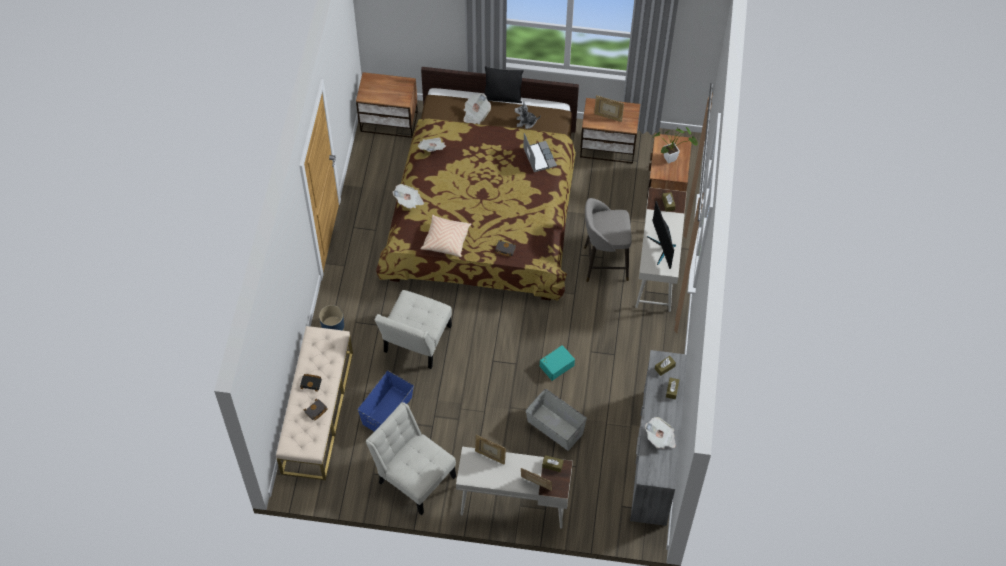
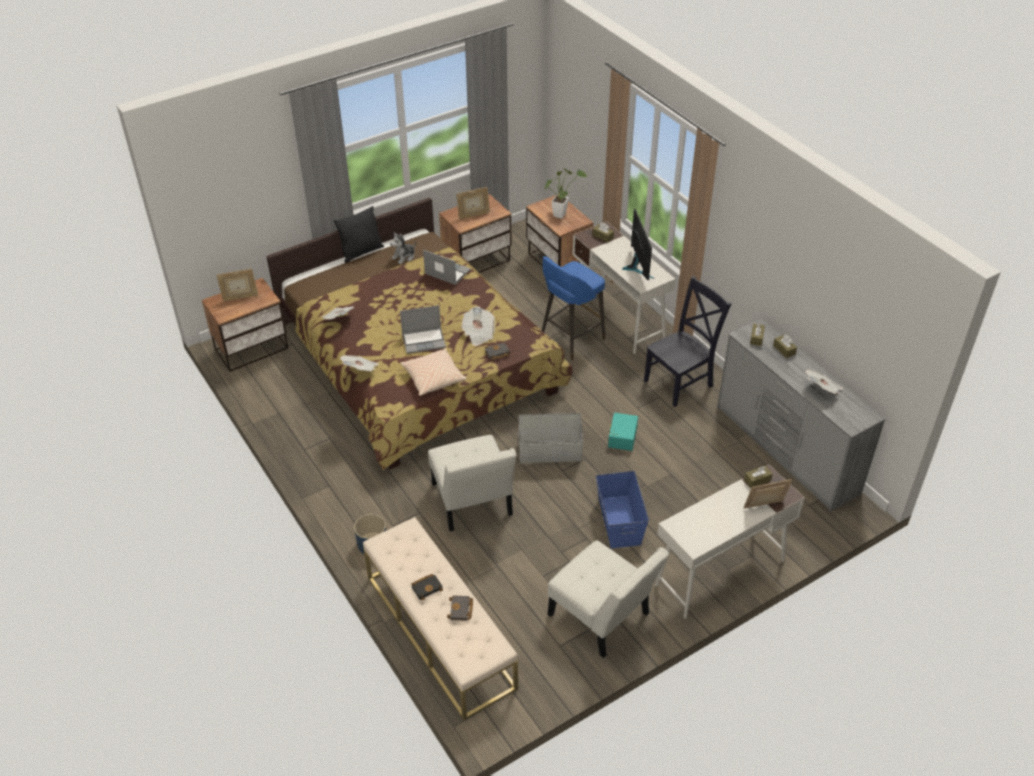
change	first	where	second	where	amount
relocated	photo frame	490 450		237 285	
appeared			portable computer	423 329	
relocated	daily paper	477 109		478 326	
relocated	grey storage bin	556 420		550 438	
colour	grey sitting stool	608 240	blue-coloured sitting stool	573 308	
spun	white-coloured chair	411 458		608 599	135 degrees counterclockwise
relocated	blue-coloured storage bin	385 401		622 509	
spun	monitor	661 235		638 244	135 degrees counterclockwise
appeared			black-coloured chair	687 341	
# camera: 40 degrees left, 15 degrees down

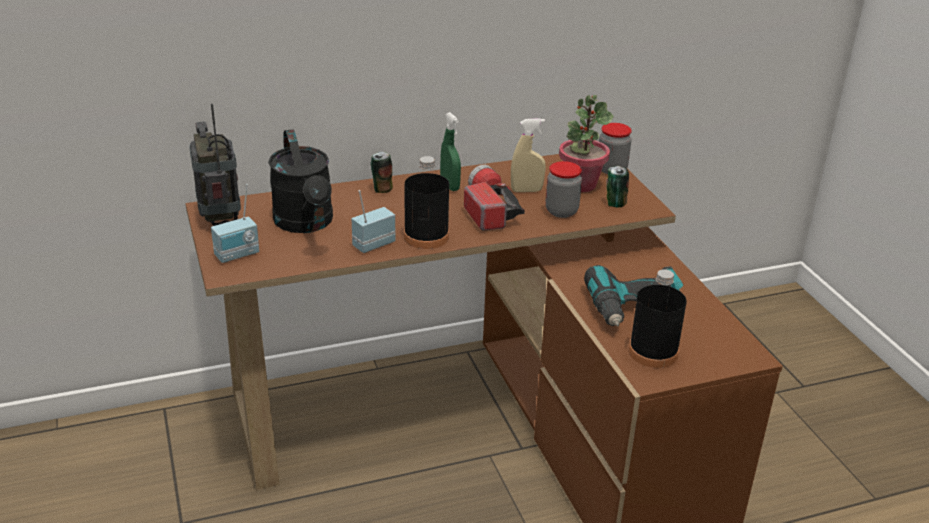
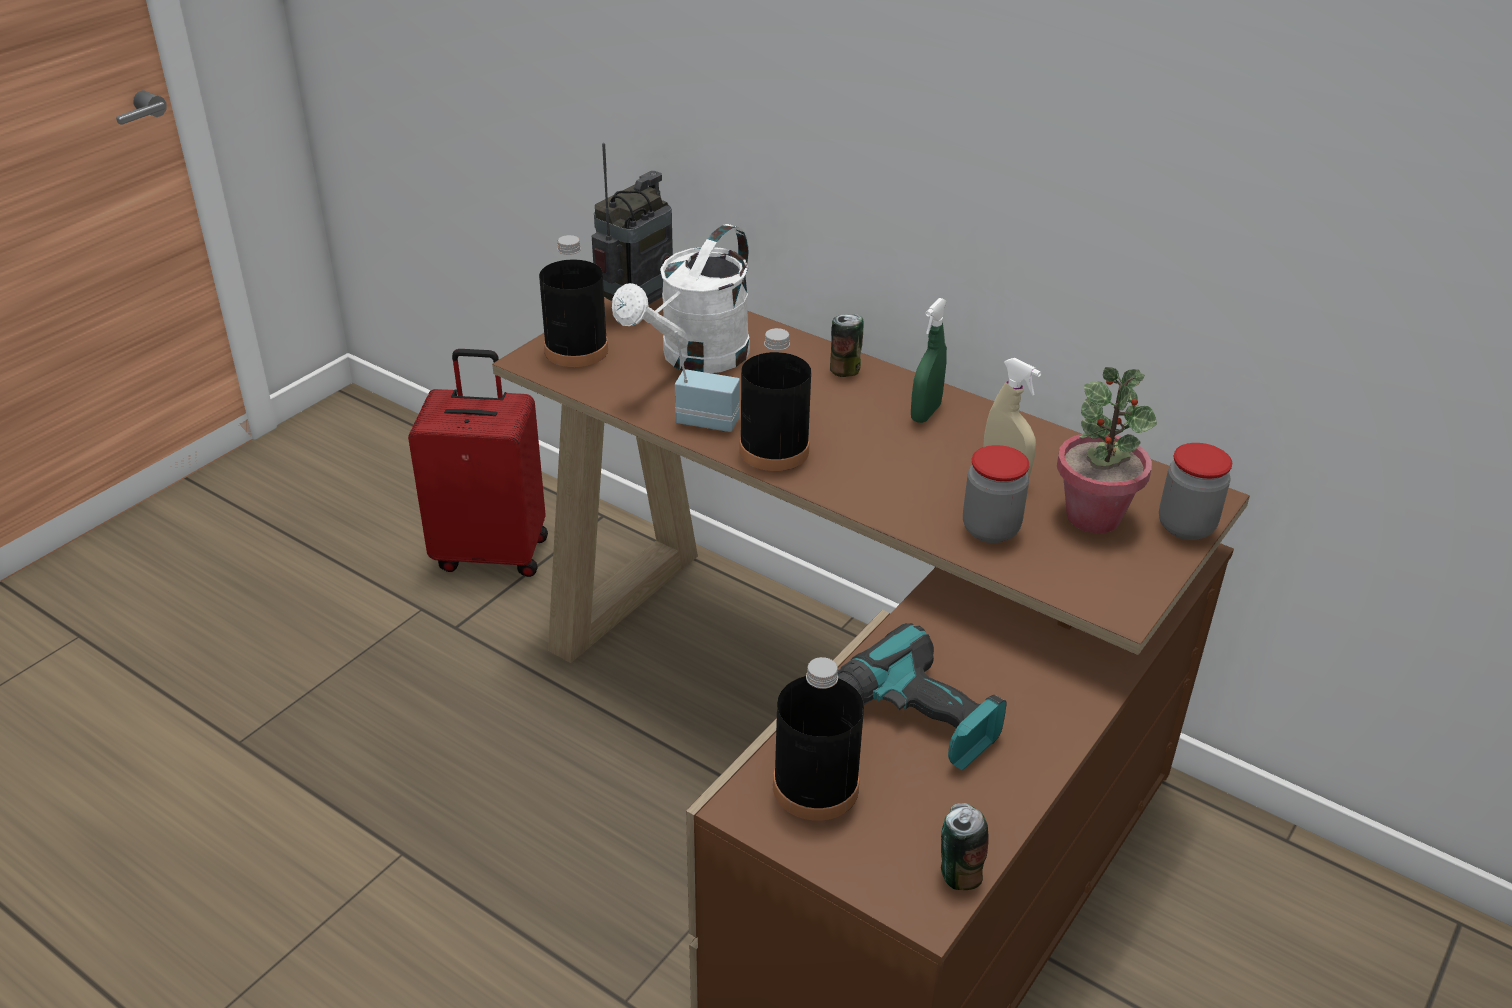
change	first	where	second	where	amount
appeared			red piece of luggage	478 463	
exchanged	radio	235 223	black-coloured bottle	573 301	
colour	black-coloured watering pot	300 181	white-coloured watering pot	681 298	
relocated	can	617 186		965 846	
missing	torch	494 198			
# camera: 55 degrees right, 5 degrees up

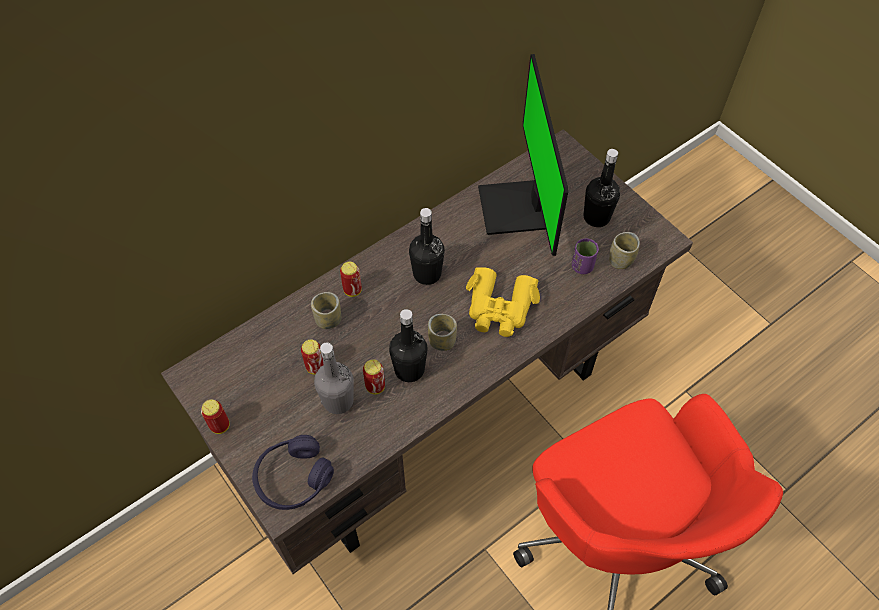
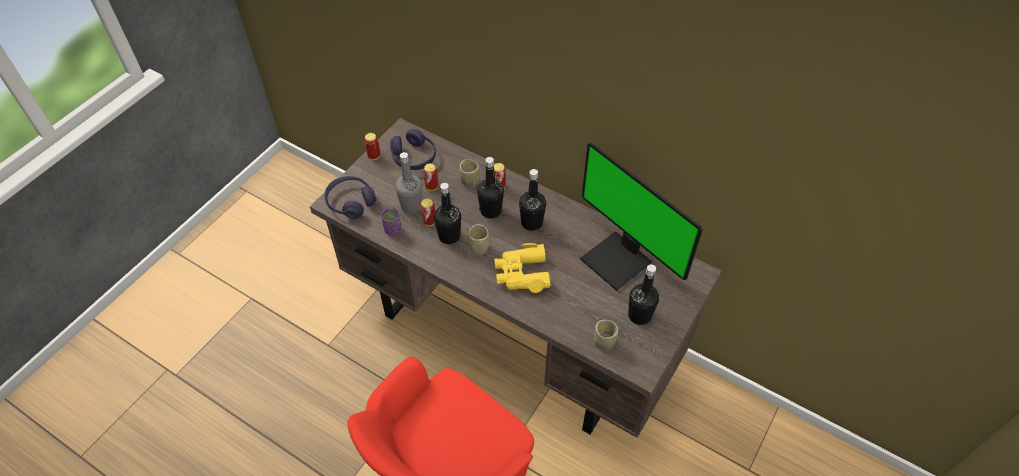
change	first	where	second	where	amount
relocated	purple-coloured drinking cup	585 256		391 222	
appeared			purple-coloured headset	413 149	
appeared			black-coloured bottle	490 187	
spun	monitor	523 155		641 217	105 degrees counterclockwise
# camera: 70 degrees right, 5 degrees down

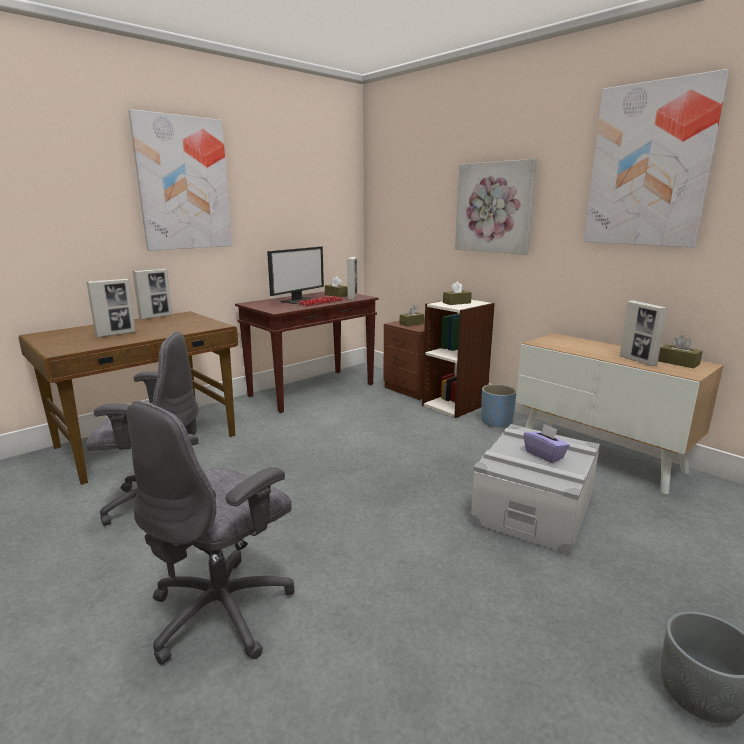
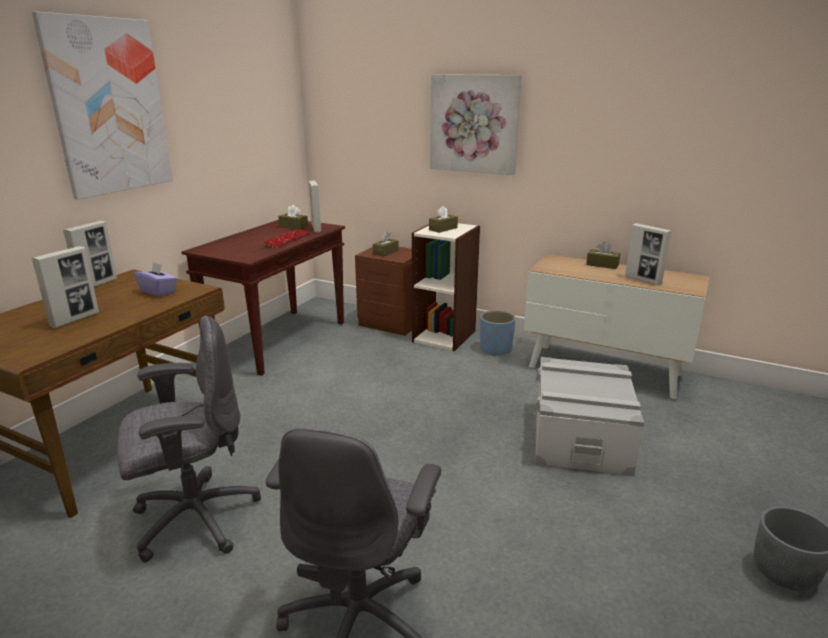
change	first	where	second	where	amount
relocated	purple-coloured tissue holder	547 443		155 279	
relocated	brownish tissue holder	680 351		603 255	
missing	monitor	295 275			
missing	picture	656 158			
# camera: 20 degrees left, 5 degrees up

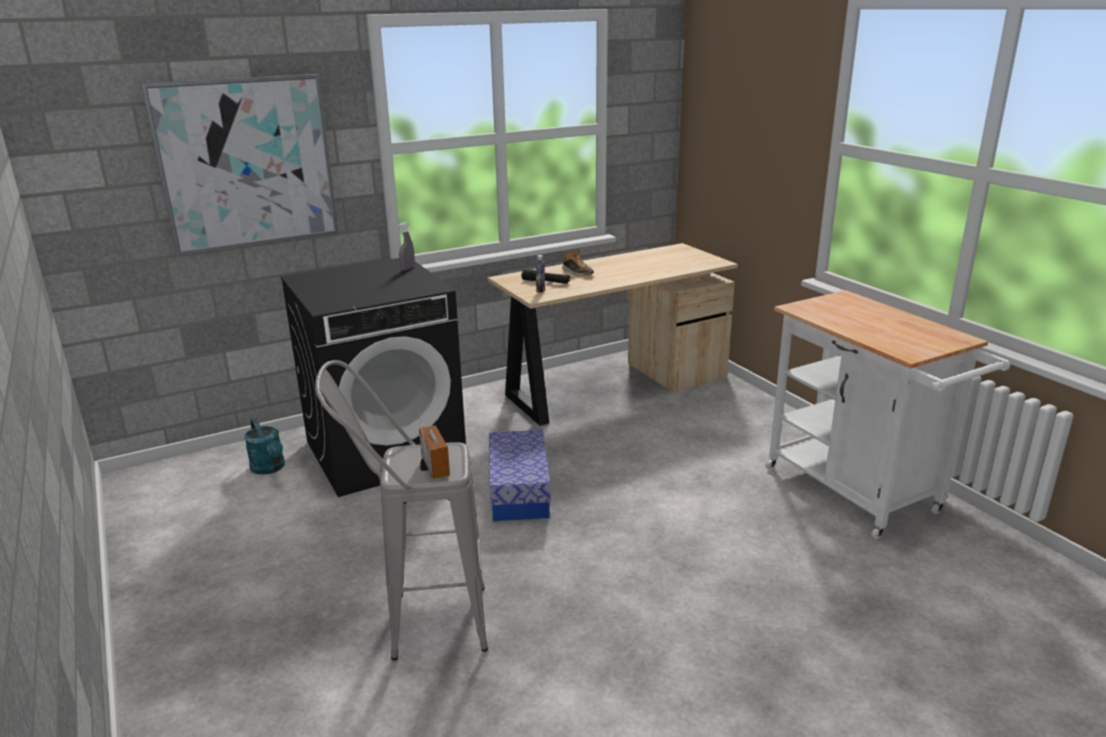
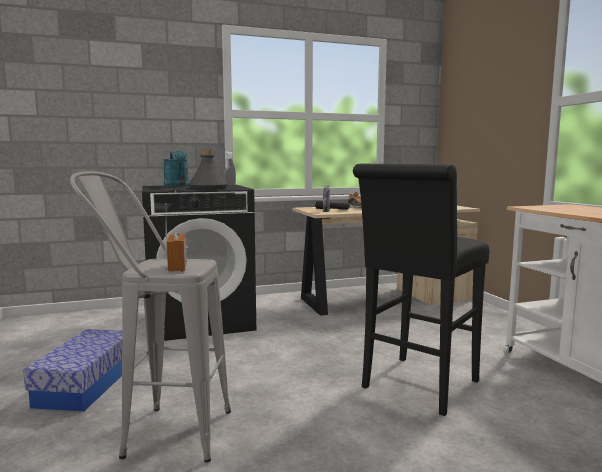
change	first	where	second	where	amount
relocated	storage bin	520 475		72 370	
relocated	turquoise watering pot	264 446		176 168	
appeared			grey bottle	208 170	
appeared			black-coloured sitting stool	421 290	
missing	picture	240 165			
# camera: 10 degrees right, 15 degrees down

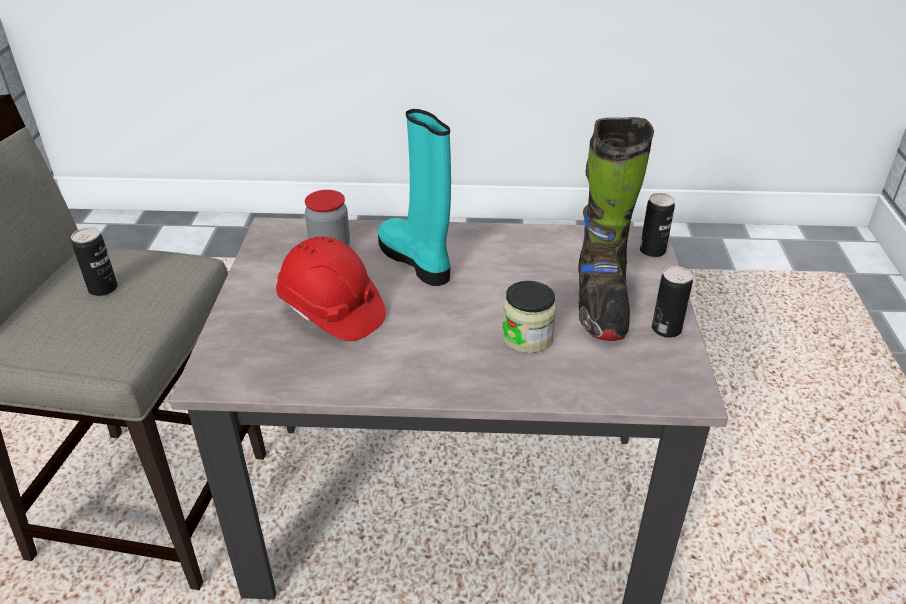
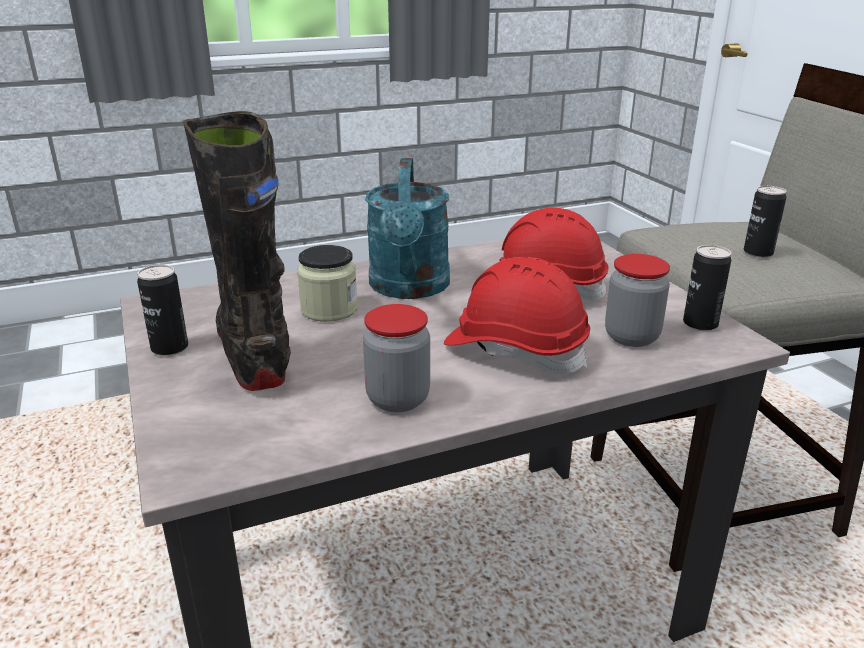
change	first	where	second	where	amount
appeared			jar	396 358	
appeared			turquoise watering pot	407 228	
exchanged	turquoise boot	414 197	red safety helmet	517 315	
relocated	can	657 225		707 288	
# camera: 155 degrees right, 10 degrees down

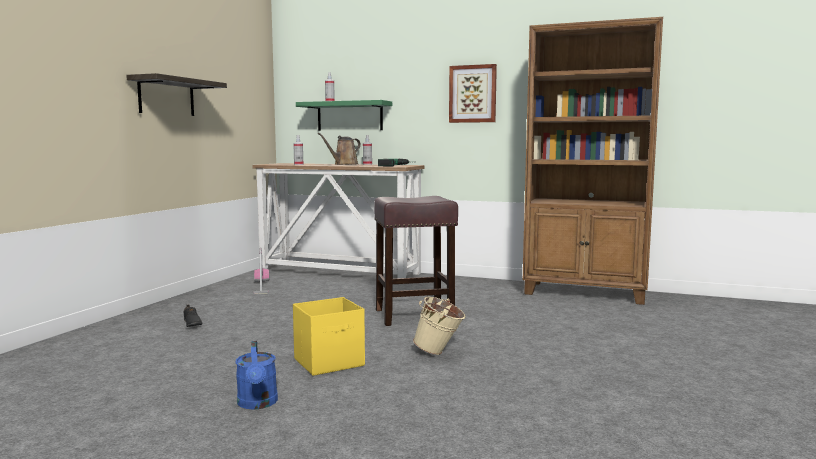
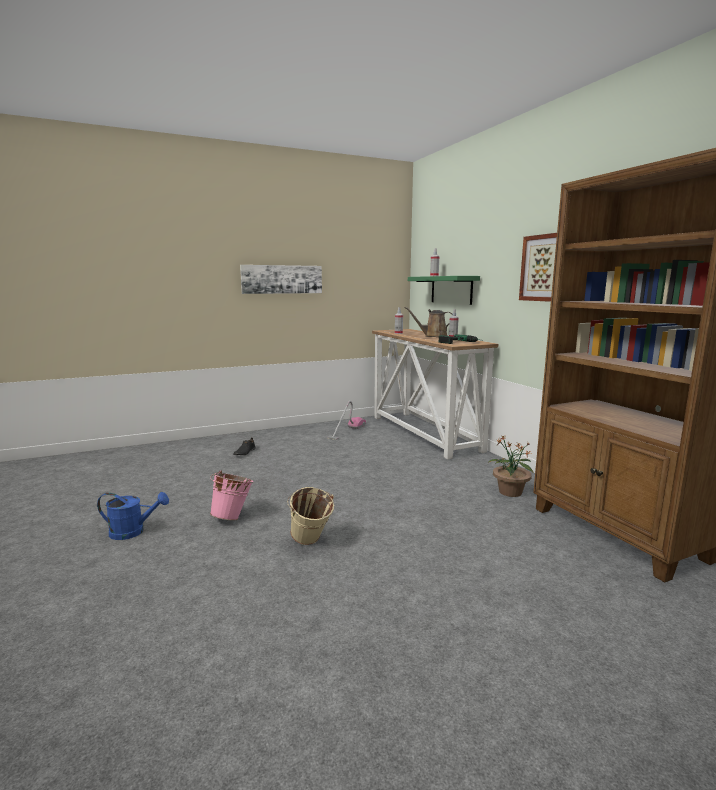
change	first	where	second	where	amount
spun	blue-coloured watering pot	257 375		133 516	120 degrees counterclockwise
exchanged	yellow storage bin	329 336	pink bucket	232 495	
exchanged	wall shelf	176 94	picture	281 279	
appeared			plant in a pot	511 466	
missing	brownish sitting stool	416 261			
# camera: 45 degrees right, 5 degrees up

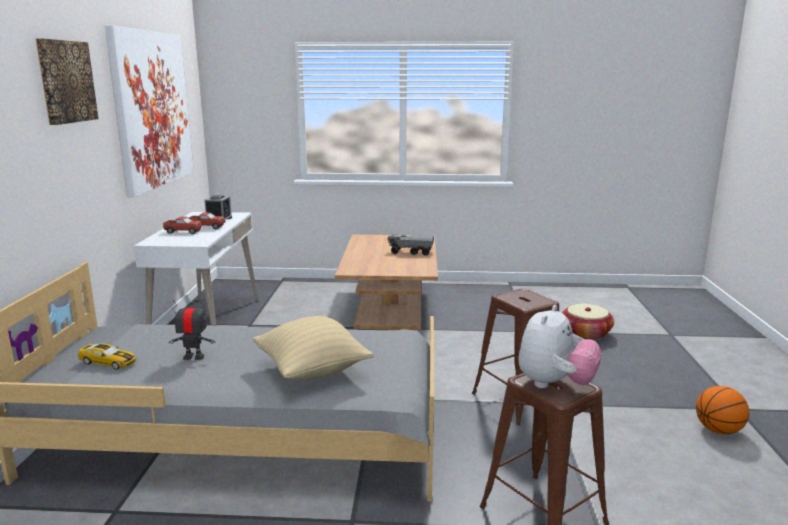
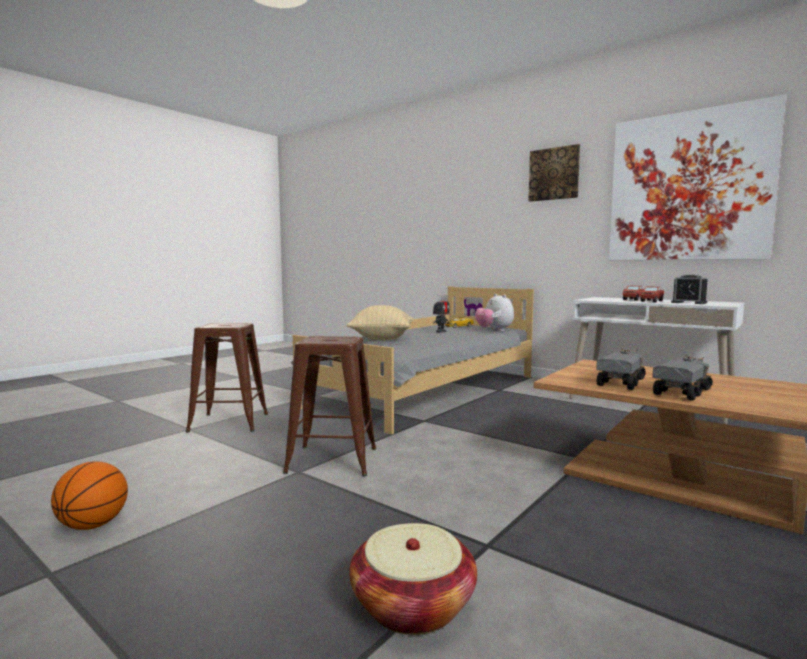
change	first	where	second	where	amount
relocated	soft toy	560 346		494 312	
appeared			toy lorry	621 370	
# camera: 125 degrees right, 10 degrees down

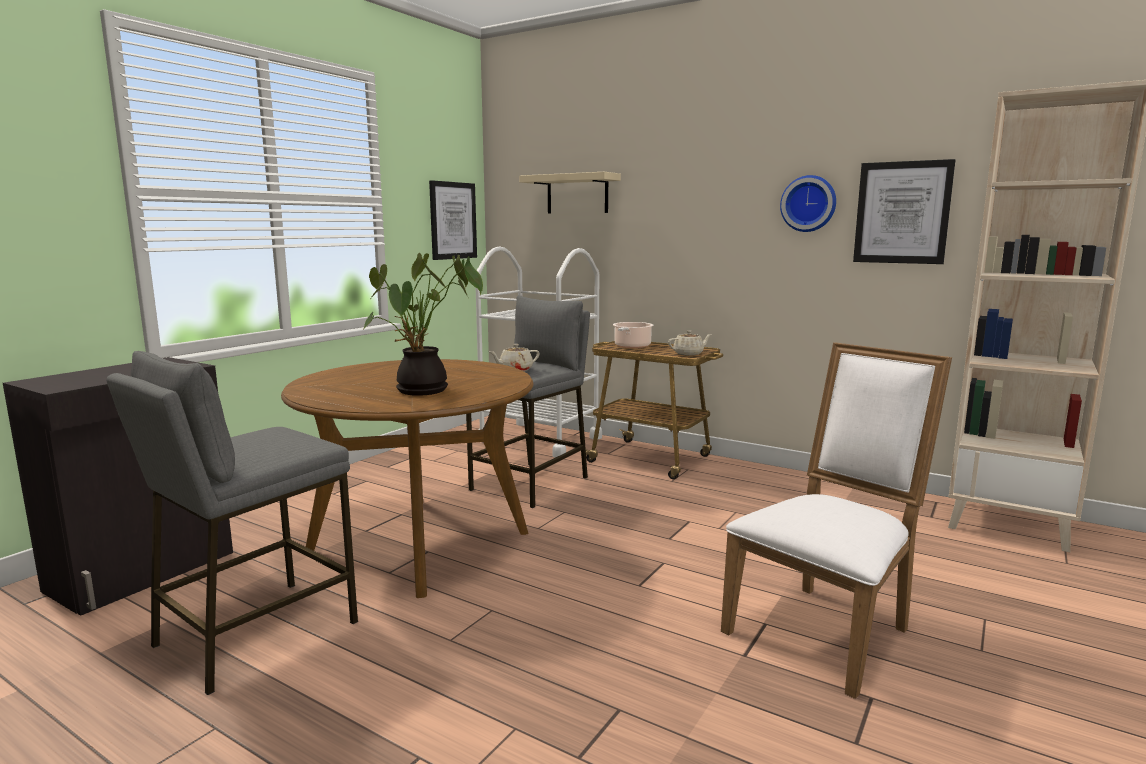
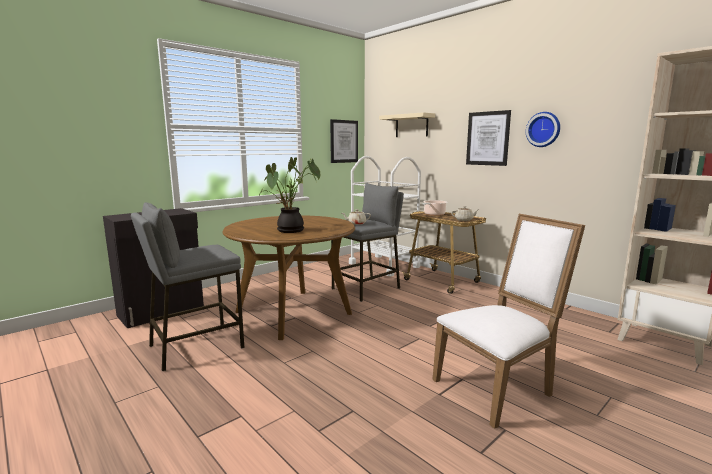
change	first	where	second	where	amount
relocated	picture	904 211		488 138	
# camera: 15 degrees right, 0 degrees up

